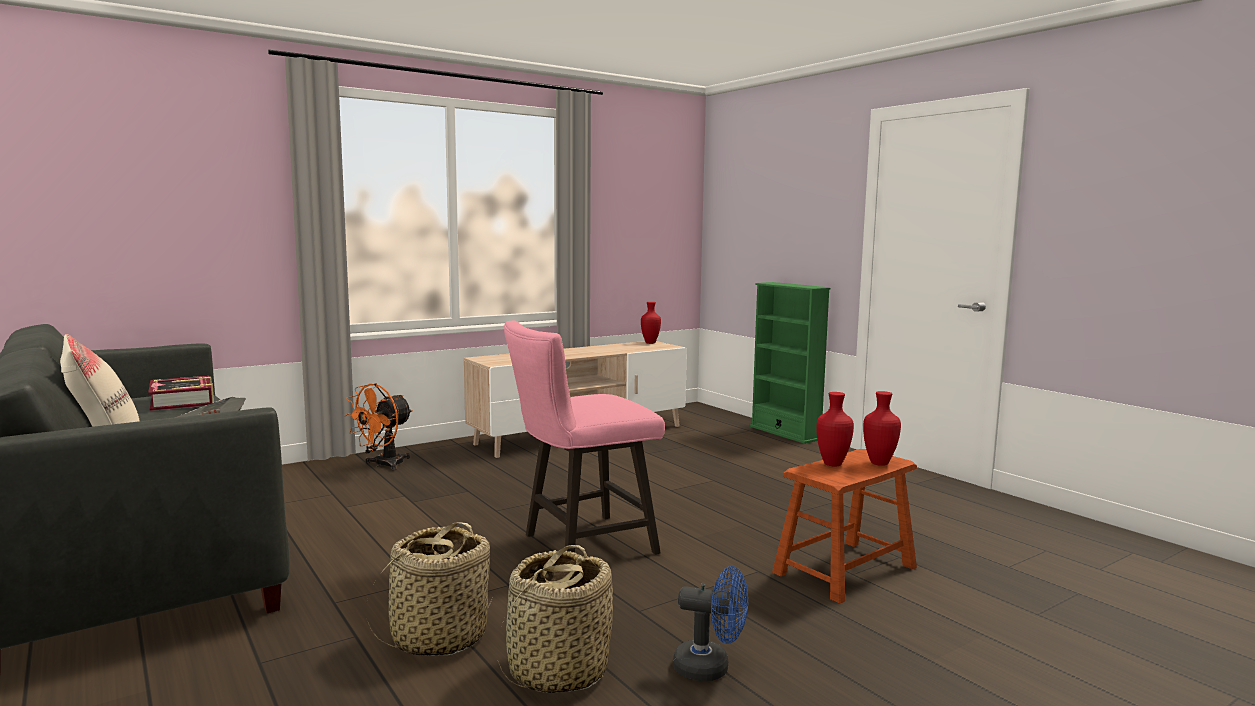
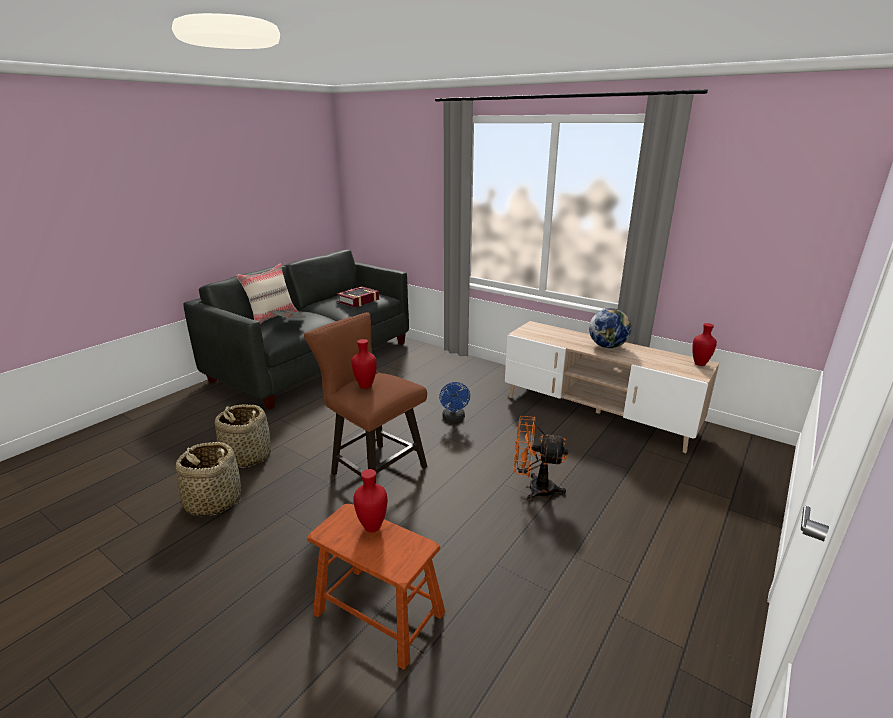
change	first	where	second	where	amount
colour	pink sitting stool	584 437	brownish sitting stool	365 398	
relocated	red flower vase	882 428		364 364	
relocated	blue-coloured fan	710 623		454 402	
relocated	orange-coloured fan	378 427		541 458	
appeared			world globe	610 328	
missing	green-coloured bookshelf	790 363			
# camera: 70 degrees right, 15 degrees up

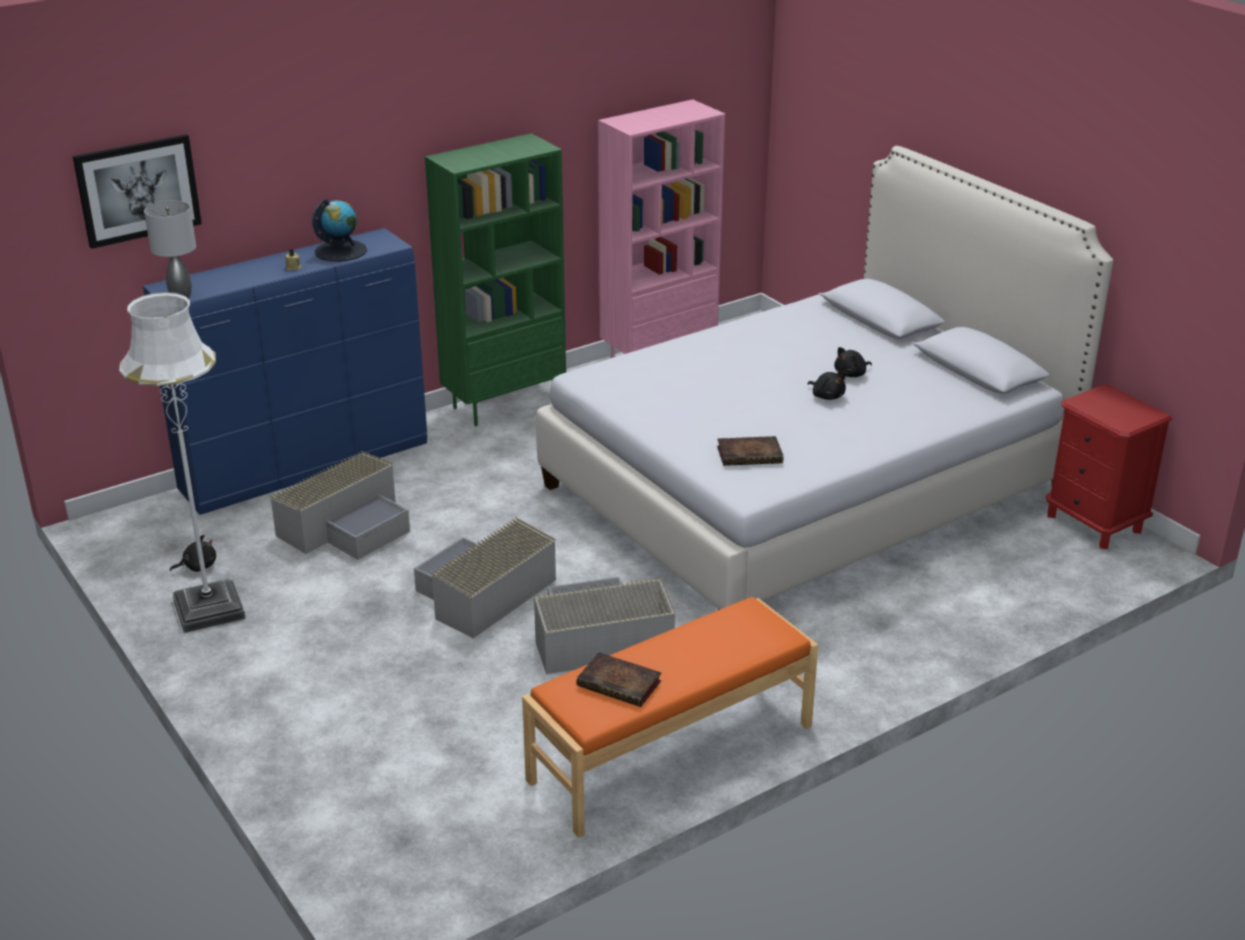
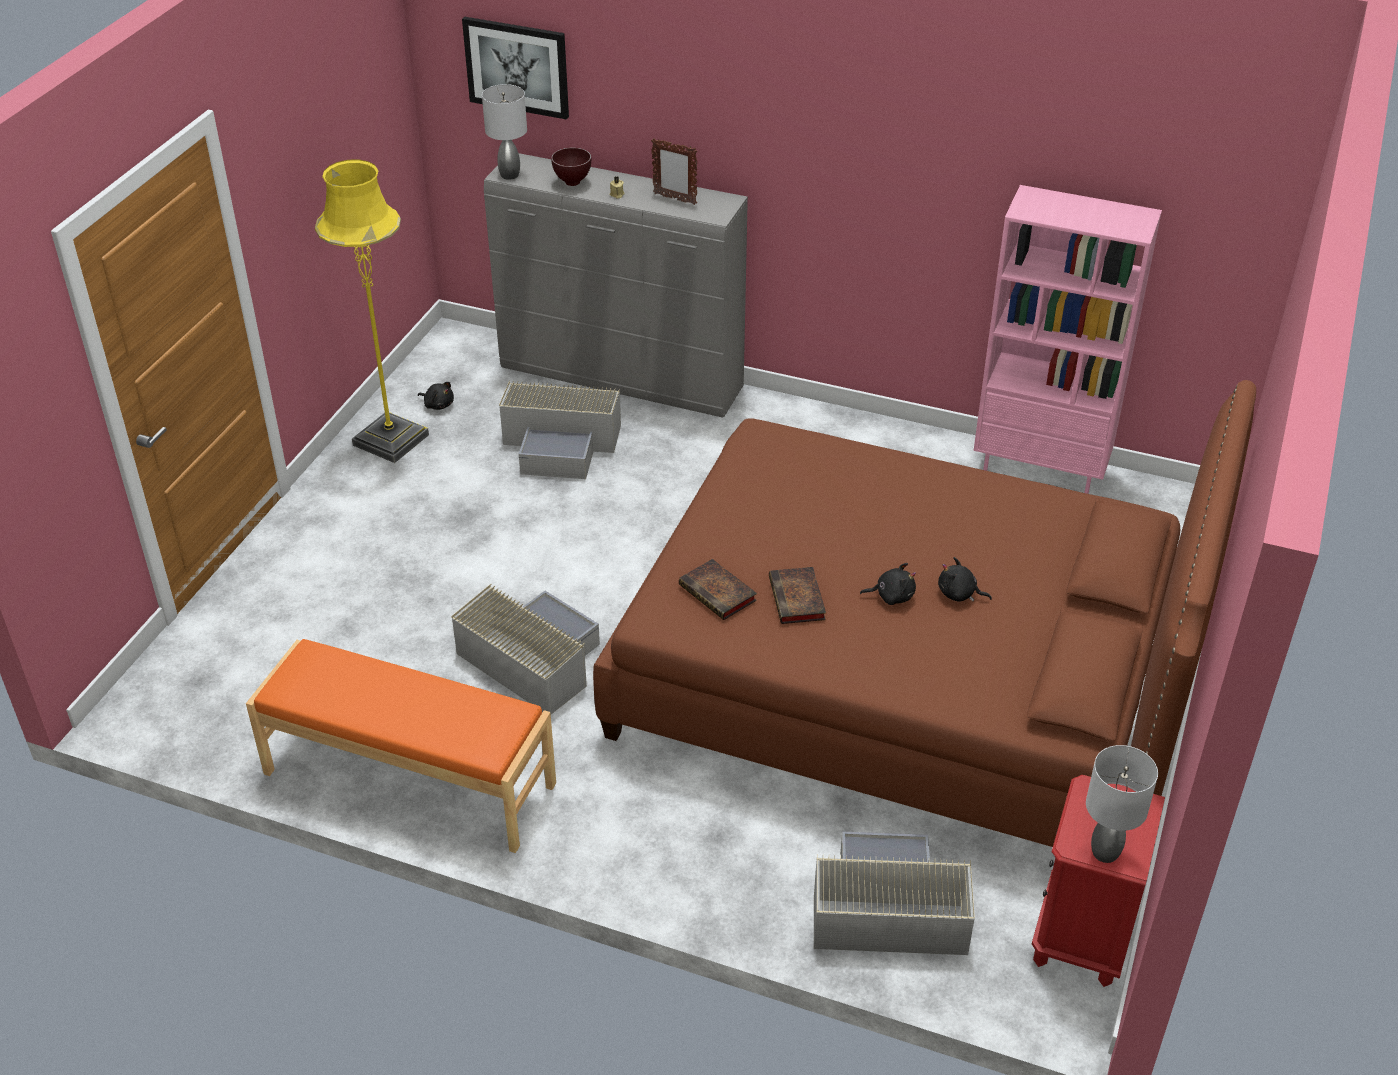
change	first	where	second	where	amount
colour	white-coloured standing lamp	182 462	yellow standing lamp	372 311	
colour	blue-coloured chest of drawers	285 371	grey chest of drawers	616 285	
appeared			brownish serving bowl	571 167	
colour	white-coloured bed	825 378	brownish bed	924 613	
exchanged	world globe	339 230	photo frame	674 171	
relocated	book	619 679		797 595	
relocated	grey storage bin	485 577		894 893	
spun	black-coloured soft toy	827 386		888 584	105 degrees counterclockwise
appeared			grey lamp for a table	1122 804	
missing	green-coloured bookshelf	495 279			
# camera: 55 degrees right, 10 degrees up

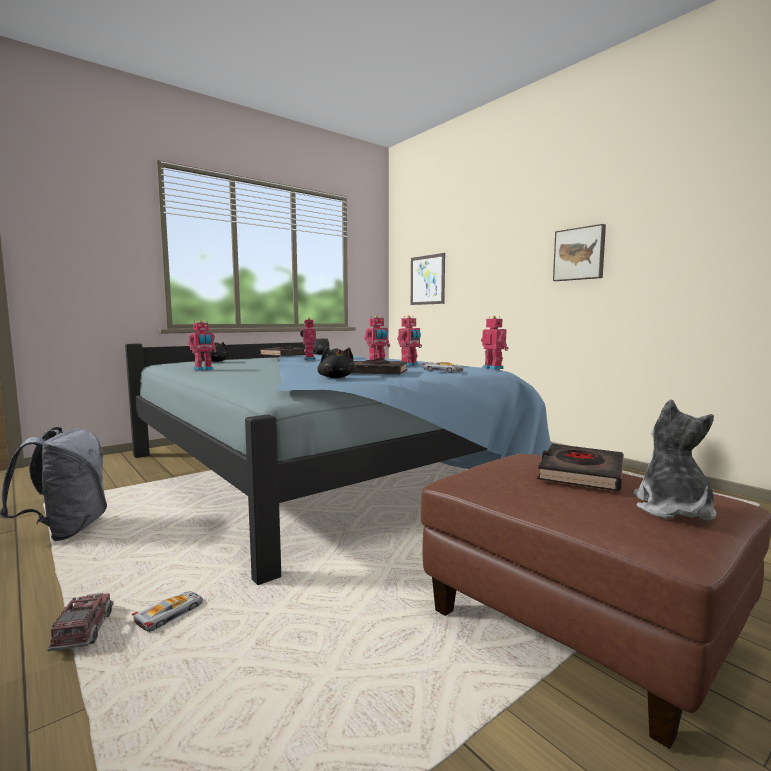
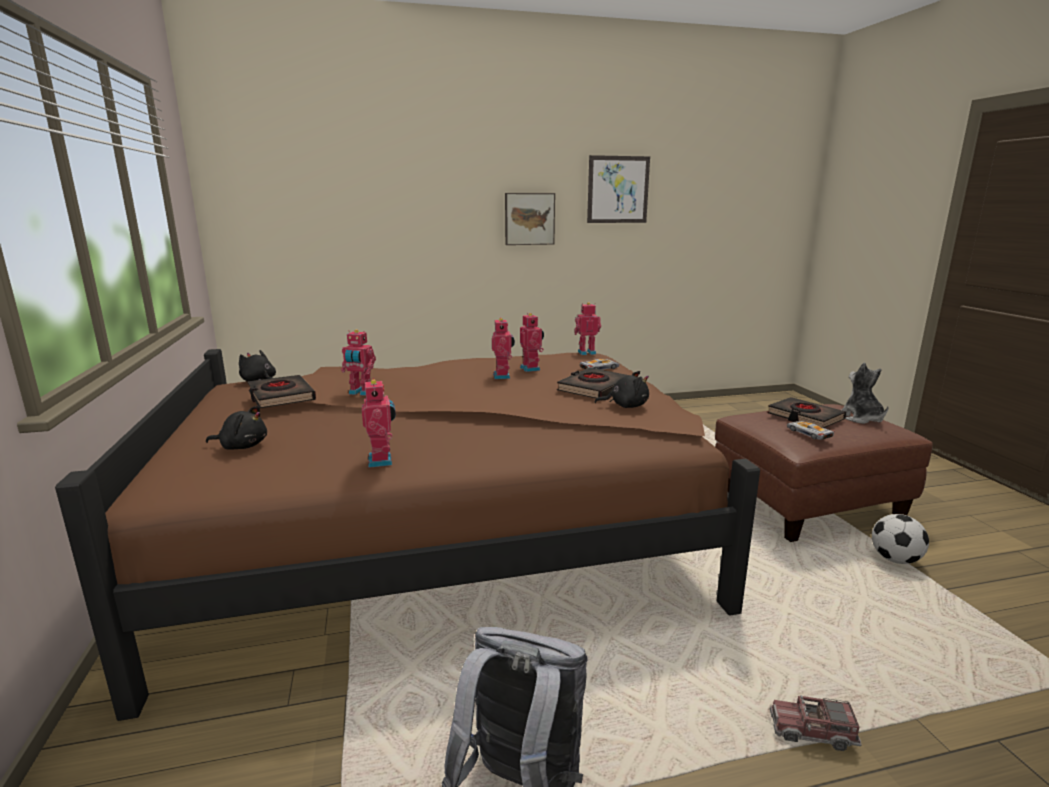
change	first	where	second	where	amount
colour	blue-coloured bed	338 462	brownish bed	407 535	
relocated	picture	428 279		618 189	
relocated	model car	167 611		811 430	
spun	soft toy	675 460		865 393	45 degrees clockwise
appeared			football	900 539	
# camera: 65 degrees left, 10 degrees up

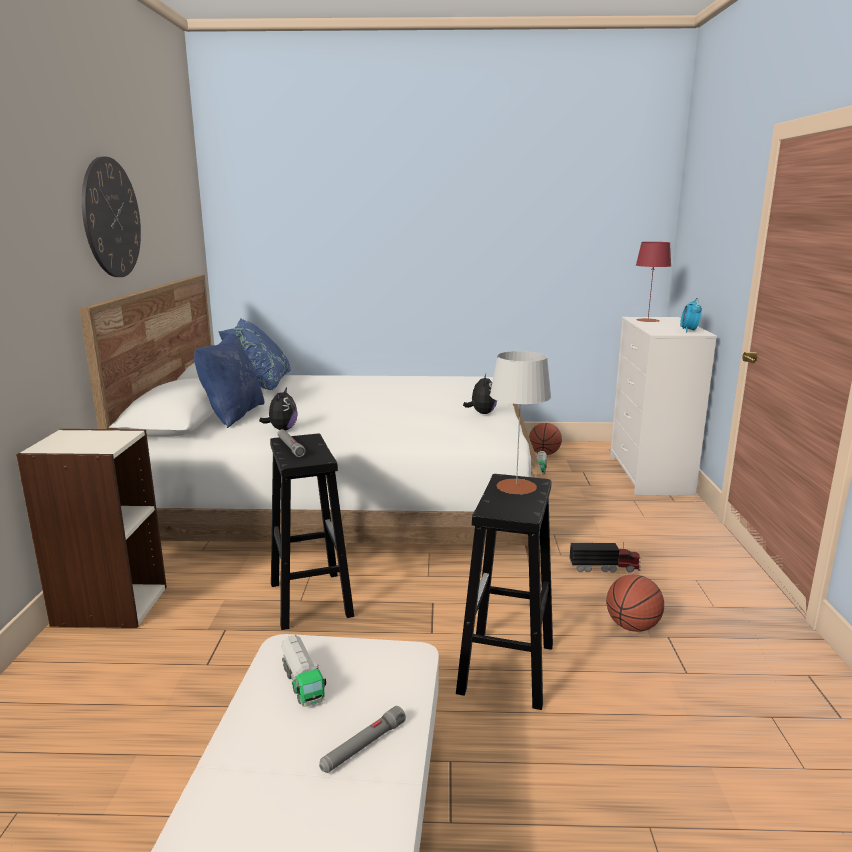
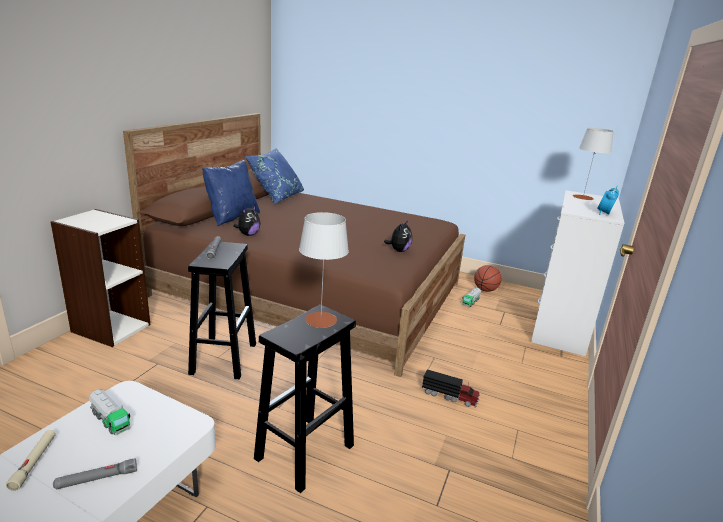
change	first	where	second	where	amount
appeared			beige torch	31 460	
spun	toy lorry	303 671		109 412	45 degrees counterclockwise
colour	white-coloured bed	311 419	brownish bed	294 245	
colour	red lamp for a table	653 282	grey lamp for a table	593 164	
missing	hanging clock	111 216			
missing	basketball	635 603			
# camera: 20 degrees right, 5 degrees up

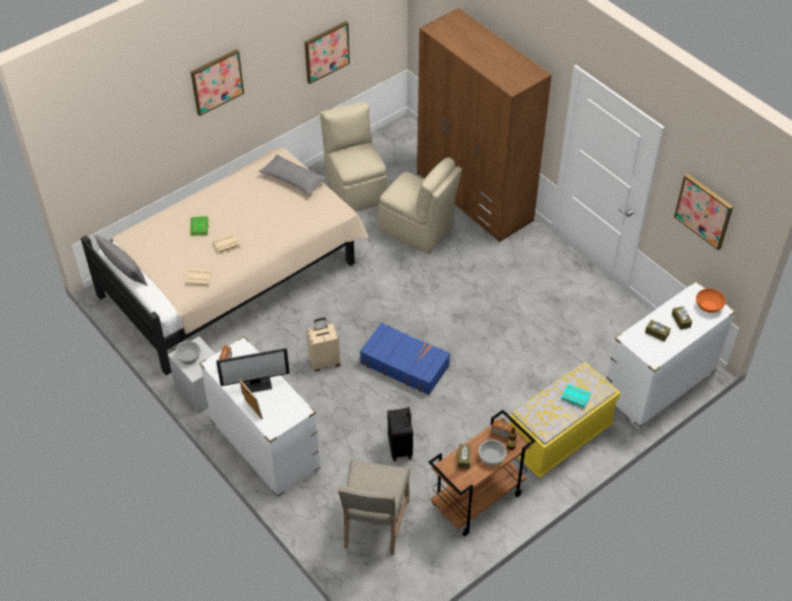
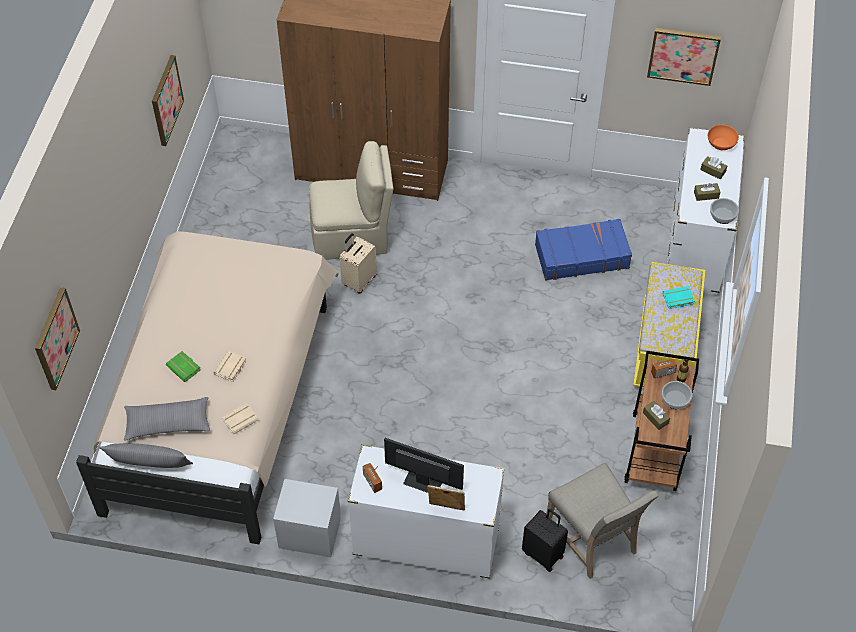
change	first	where	second	where	amount
relocated	picture	217 82		57 338	
relocated	grey cushion	293 174		167 419	
relocated	beige piece of luggage	324 344		358 263	
spun	monitor	253 371		424 465	105 degrees counterclockwise
relocated	black-coloured piece of luggage	400 434		545 540	
relocated	blue-coloured piece of luggage	405 358		583 250	
relocated	serving bowl	188 352		724 211	
missing	beige chair	354 156			
# camera: 40 degrees left, 5 degrees up

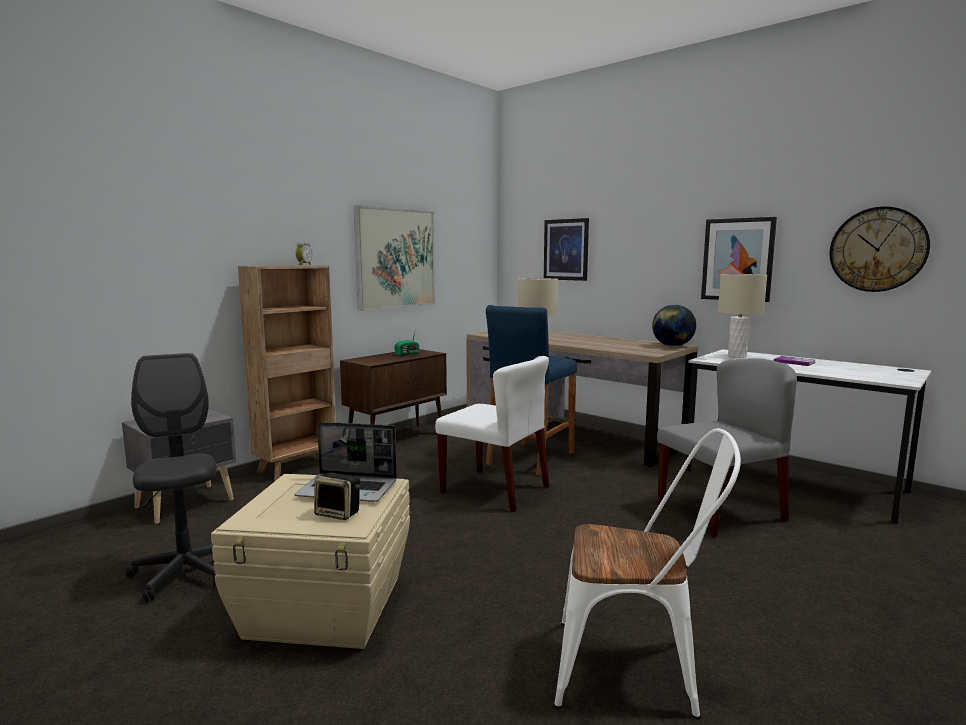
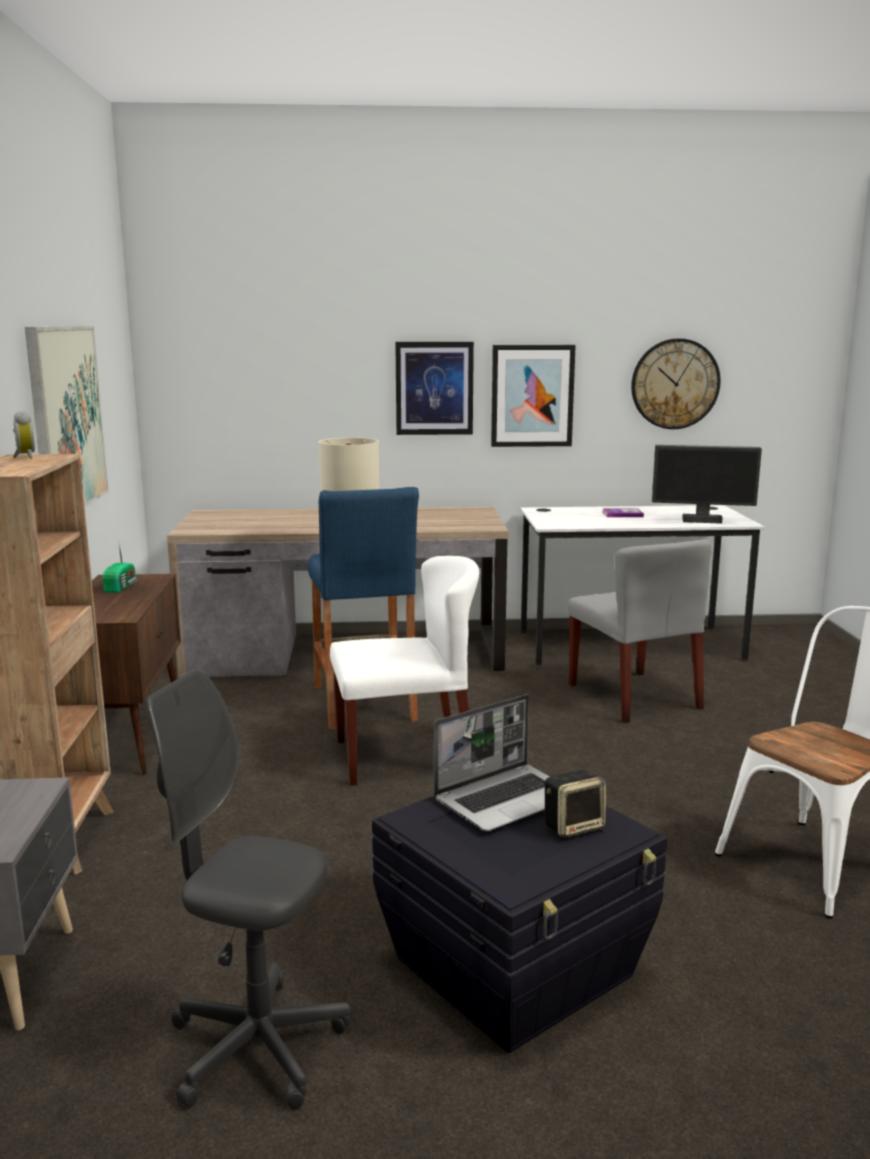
change	first	where	second	where	amount
colour	beige storage bin	310 561	black-coloured storage bin	519 924	
relocated	picture	566 249		434 388	
spun	grey chair	727 447		639 631	135 degrees clockwise
appeared			monitor	707 484	
missing	world globe	674 325			
missing	beige lamp for a table	742 316			
# camera: 45 degrees left, 5 degrees up

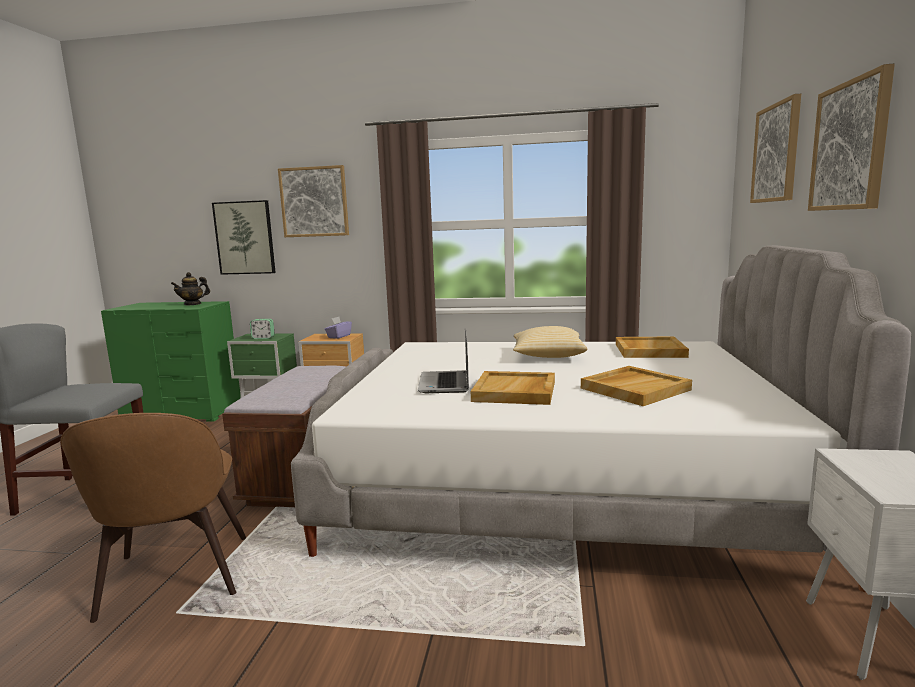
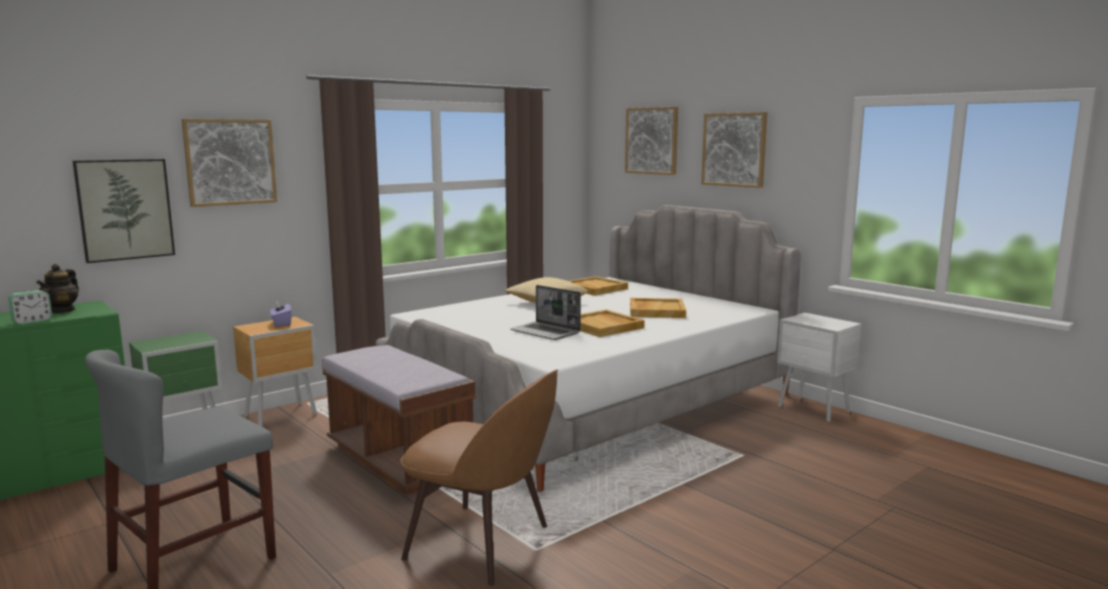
change	first	where	second	where	amount
relocated	table clock	262 329		30 307	
# camera: 50 degrees left, 0 degrees up

